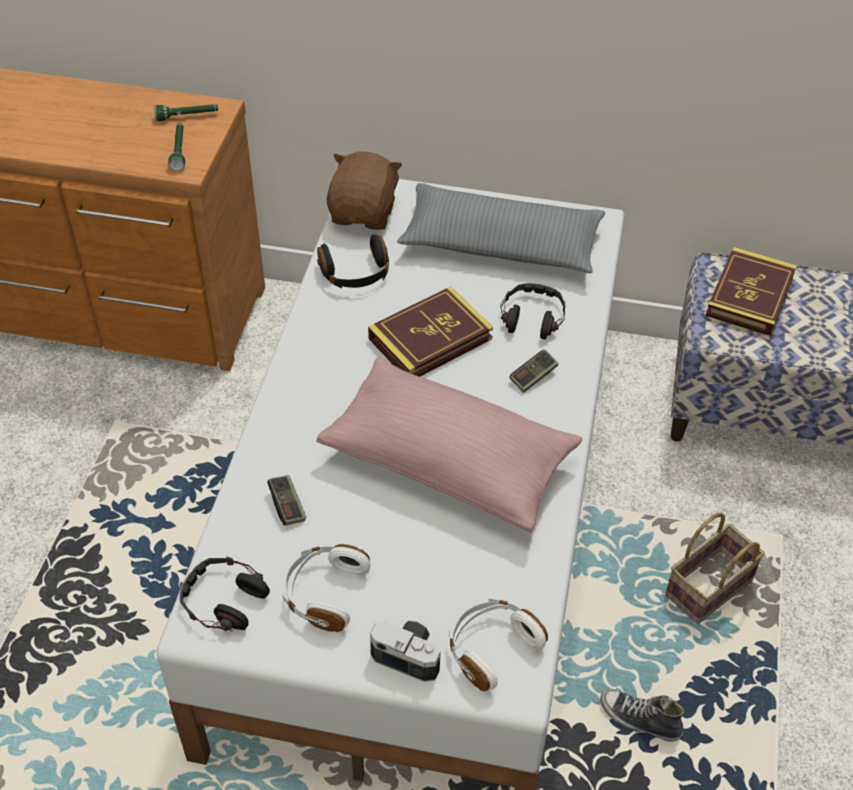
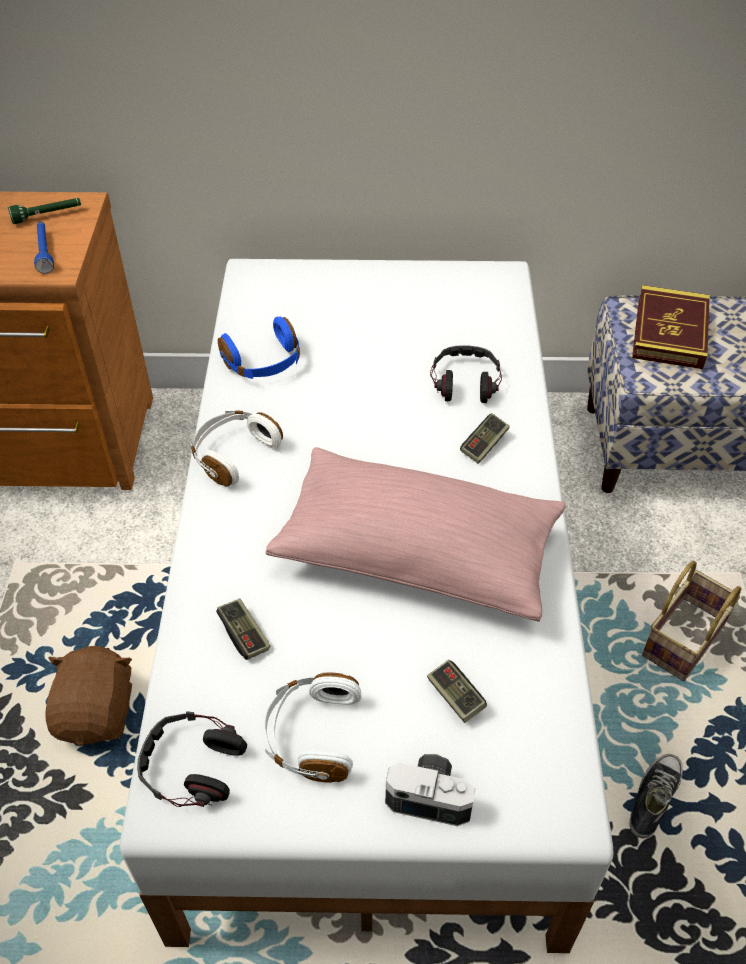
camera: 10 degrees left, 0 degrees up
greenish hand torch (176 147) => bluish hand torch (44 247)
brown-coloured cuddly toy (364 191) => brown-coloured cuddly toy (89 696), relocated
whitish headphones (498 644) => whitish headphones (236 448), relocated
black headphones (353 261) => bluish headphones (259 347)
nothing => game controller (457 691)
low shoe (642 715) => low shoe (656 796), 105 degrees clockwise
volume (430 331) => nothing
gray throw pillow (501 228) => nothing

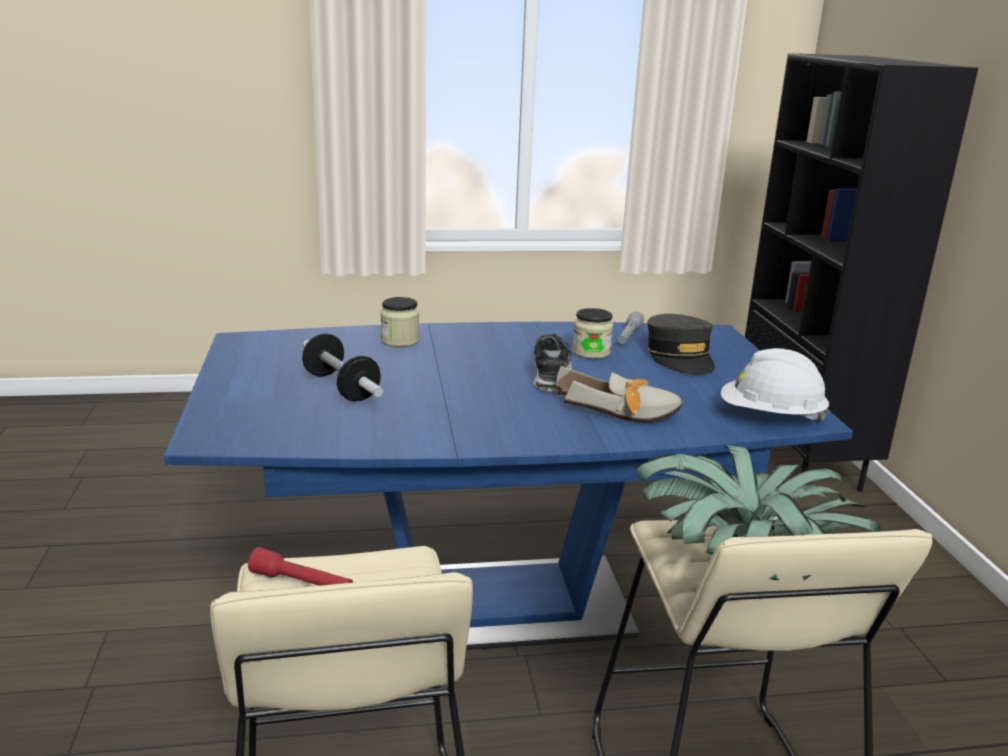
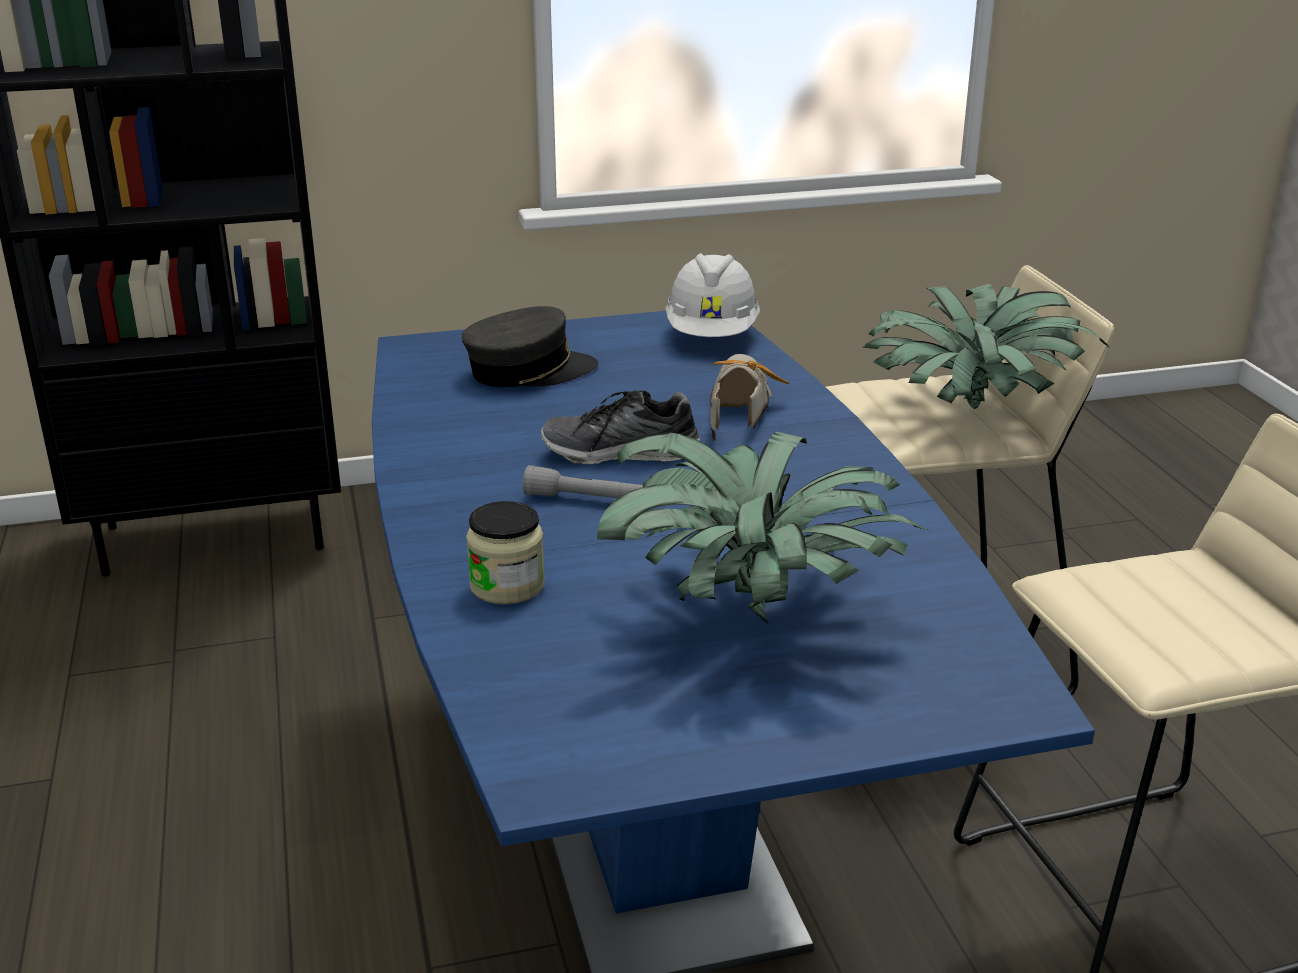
camera: 95 degrees left, 5 degrees up
gray hand torch (631 327) => gray hand torch (583 481), relocated
hand weight (342 367) => houseplant (765 527)
red hand torch (300 566) => nothing
jar (592 333) => nothing

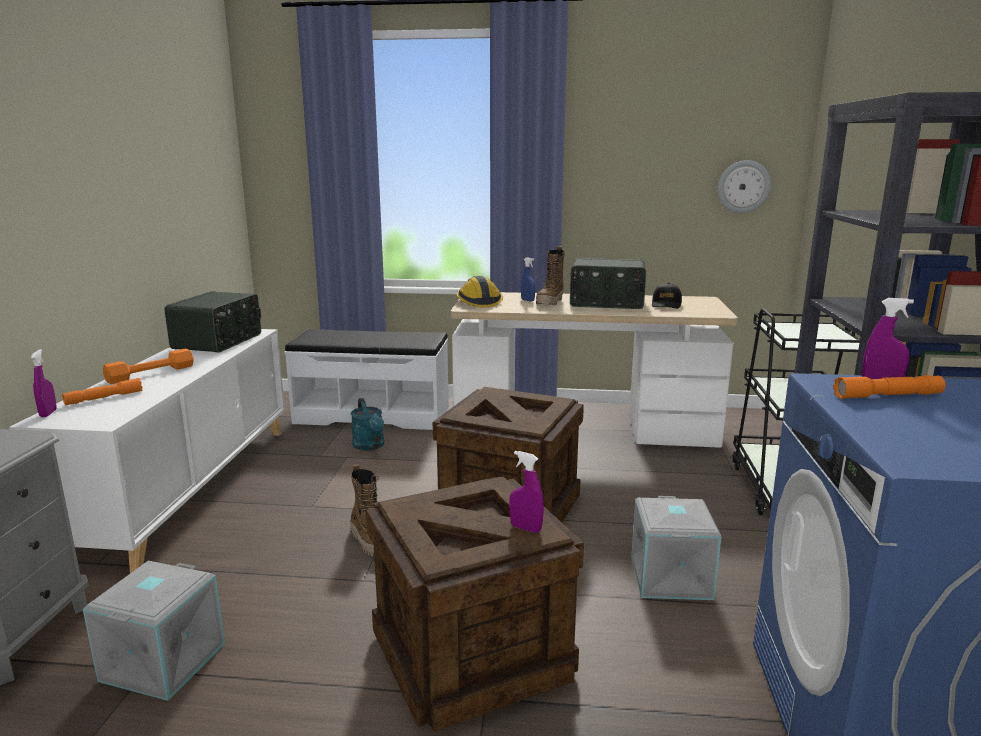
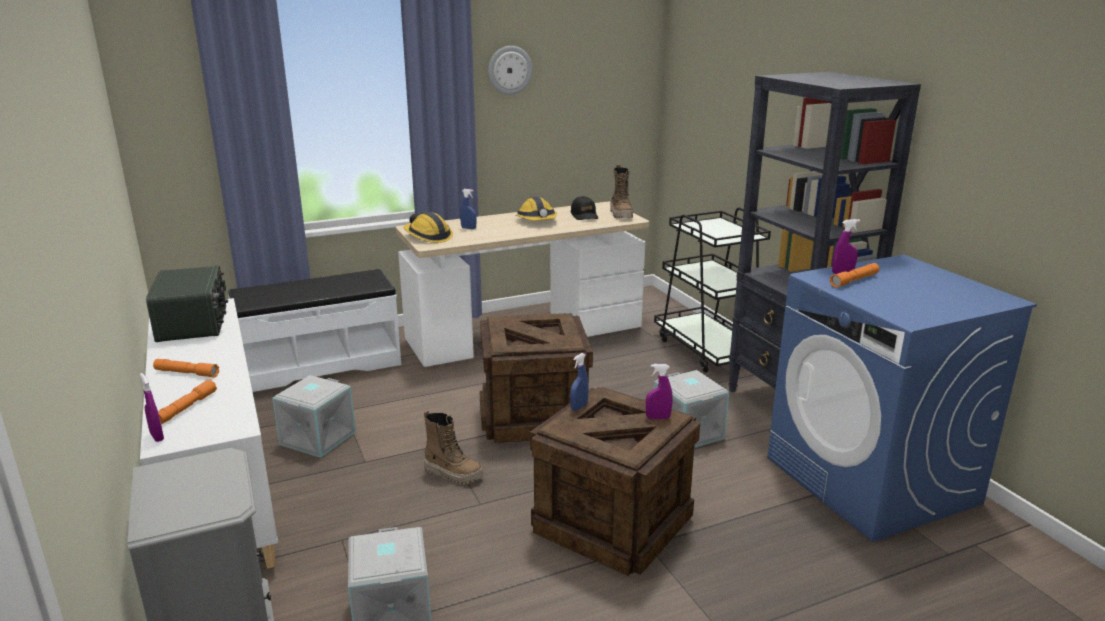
camera: 30 degrees left, 5 degrees up
orange-coloured hand weight (148 366) => orange-coloured hand torch (186 368)
nothing => gray storage box (314 416)
clock on the wall (744 186) => clock on the wall (510 70), relocated
radio receiver (608 283) => hard hat (536 209)
nothing => bluish spray bottle (579 382)
boot (550 275) => boot (621 191), relocated
turquoise-coloured watering can (367 424) => nothing

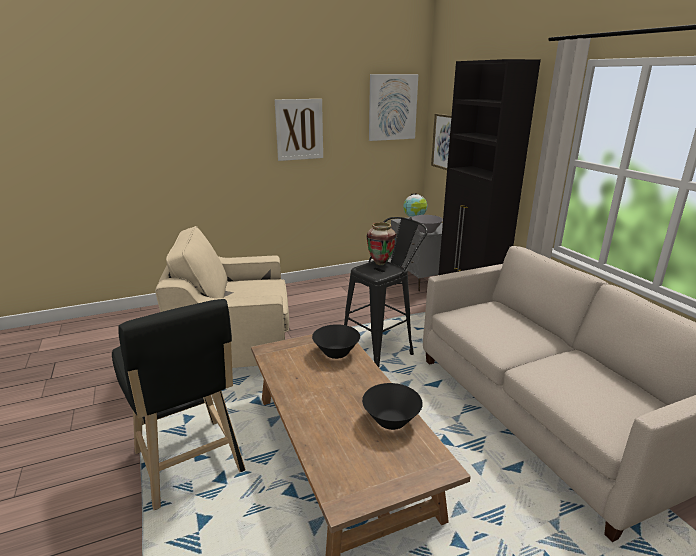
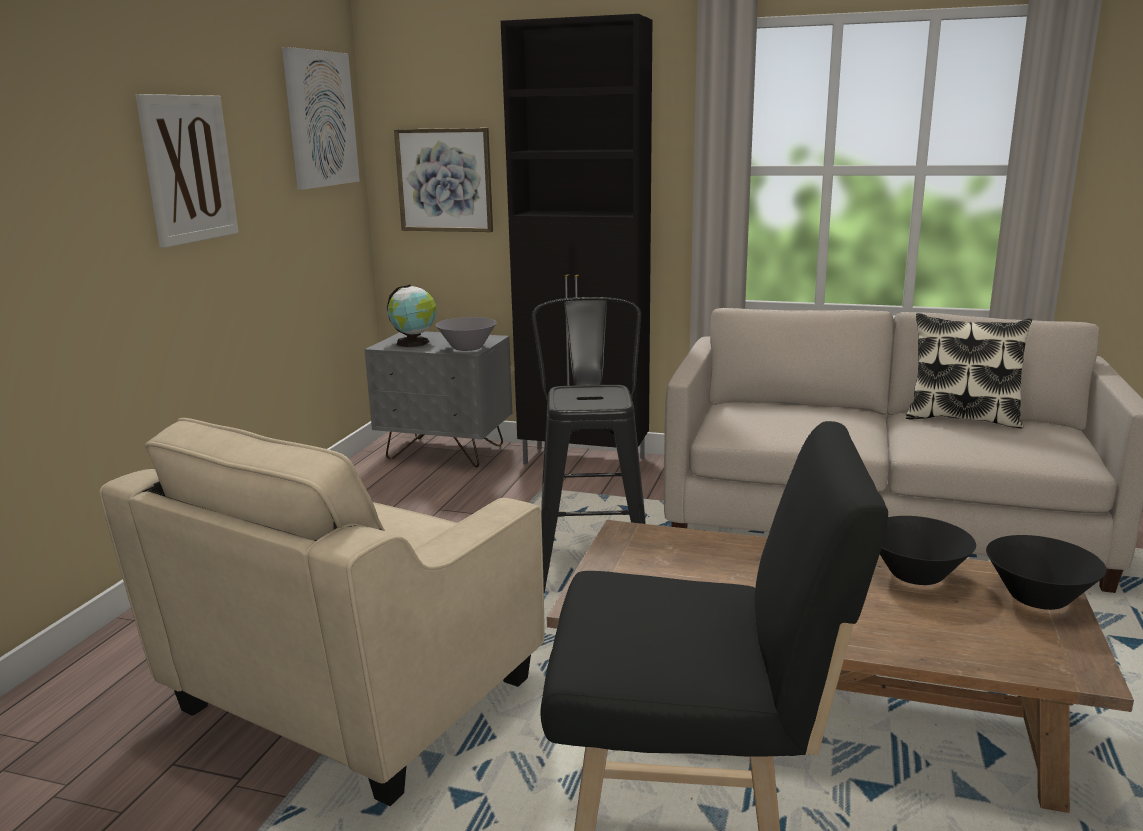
camera: 50 degrees left, 5 degrees down
nothing => throw pillow (969 371)
black deep dish (336 341) => black deep dish (1046 572), relocated
decorative vase (381 243) => nothing

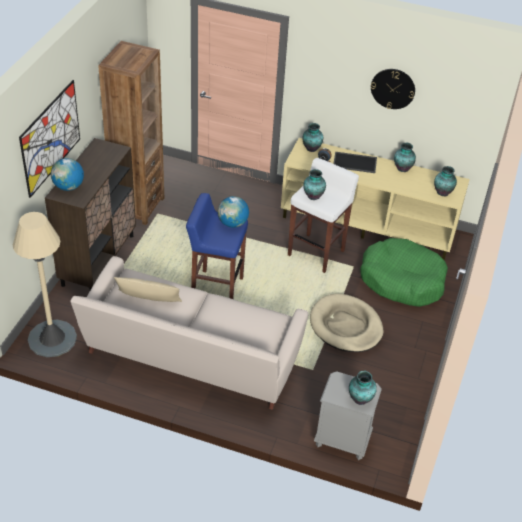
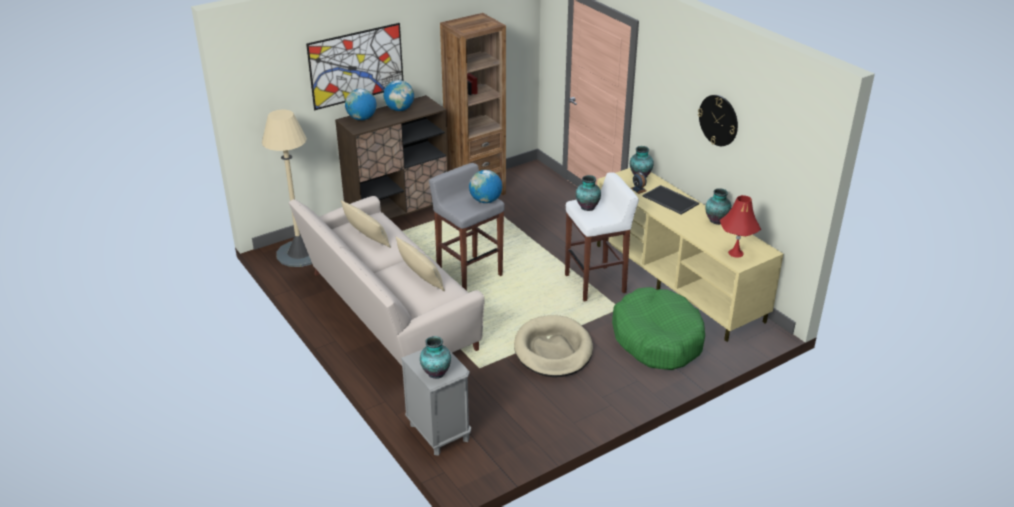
camera: 40 degrees right, 10 degrees down
nothing => world globe (398 95)
nothing => beige-coloured throw pillow (420 264)
bluish stool seat (217 246) => gray stool seat (467 227)
decorative vase (445 181) => red lamp for a table (740 226)

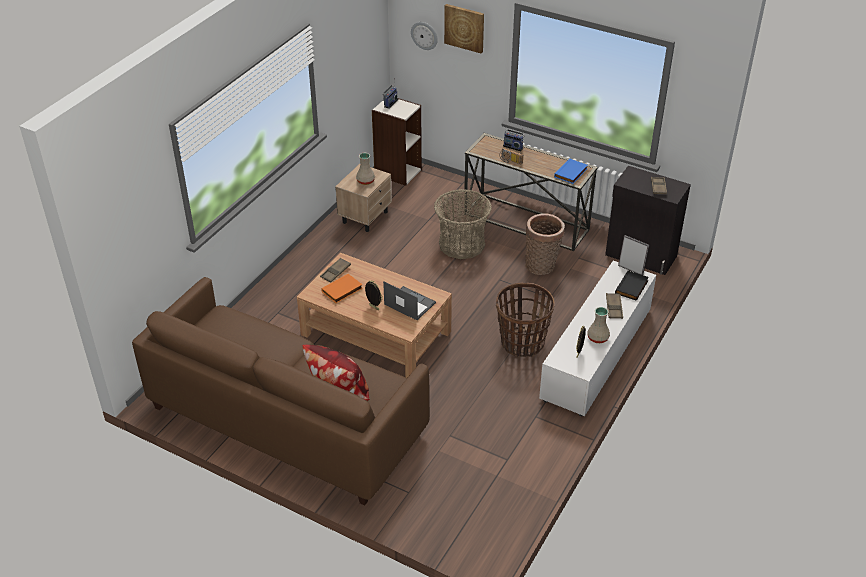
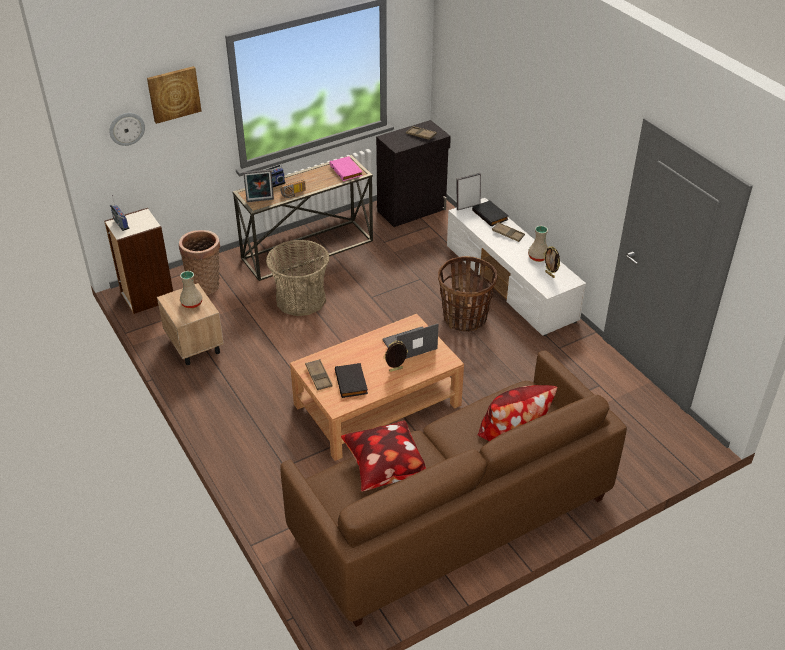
camera: 60 degrees left, 0 degrees up
storage basket (545 244) => storage basket (199 262), relocated
nothing => picture frame (258 185)
bluish volume (571 171) => pinkish volume (346 168)
orange-coloured volume (341 288) => black volume (351 380)
nothing => throw pillow (383 456)

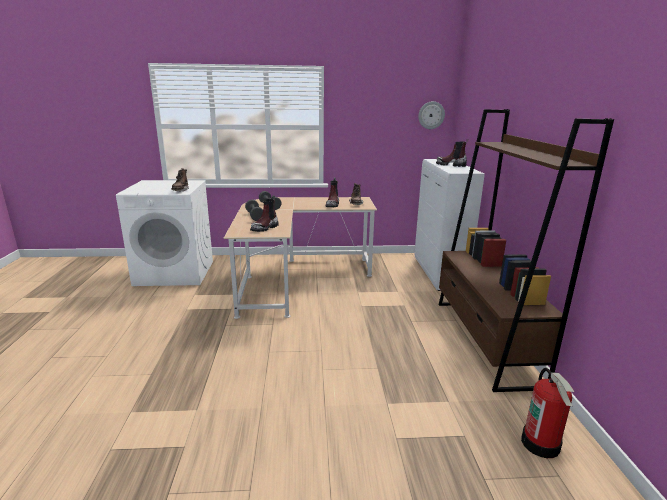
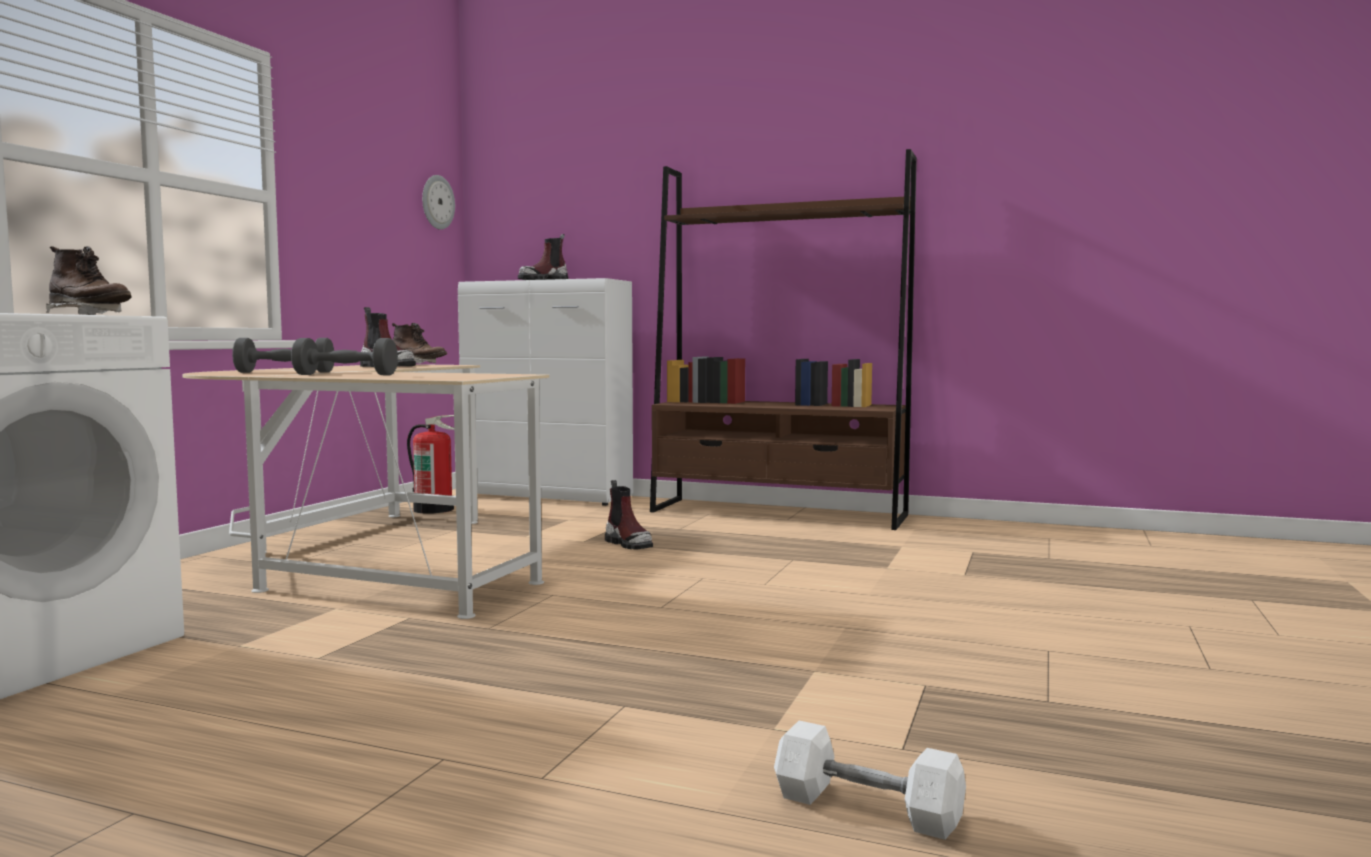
camera: 65 degrees left, 15 degrees down
fire-fighting cylinder (547 413) => fire-fighting cylinder (430 464), relocated
boot (264 213) => boot (629 514), relocated
nothing => whitish hand weight (870 780)

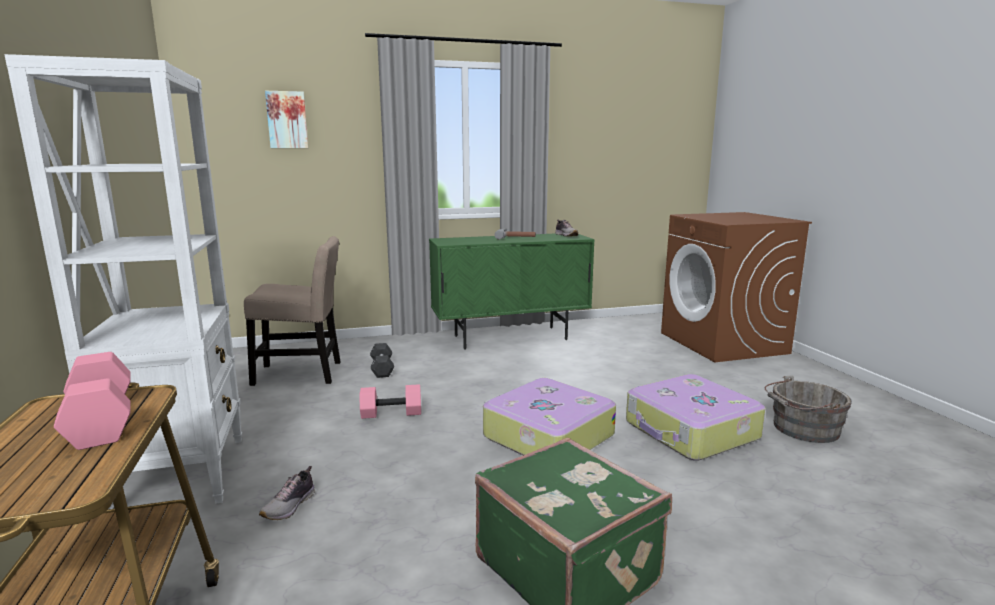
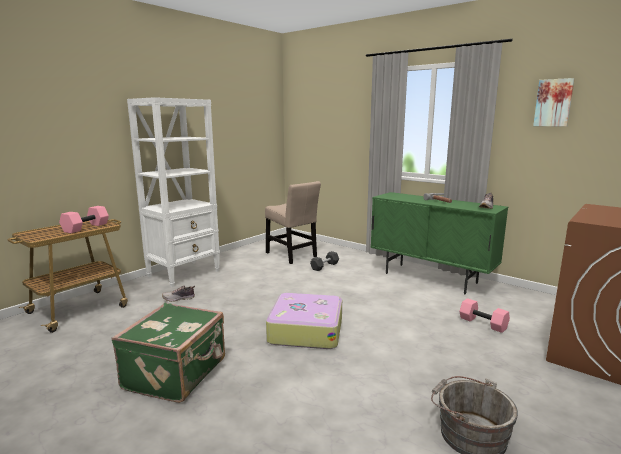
camera: 55 degrees right, 0 degrees up
pinkish hand weight (390 401) => pinkish hand weight (484 315), relocated
picture (286 119) => picture (554 102), relocated
suitcase (695 417) => nothing

